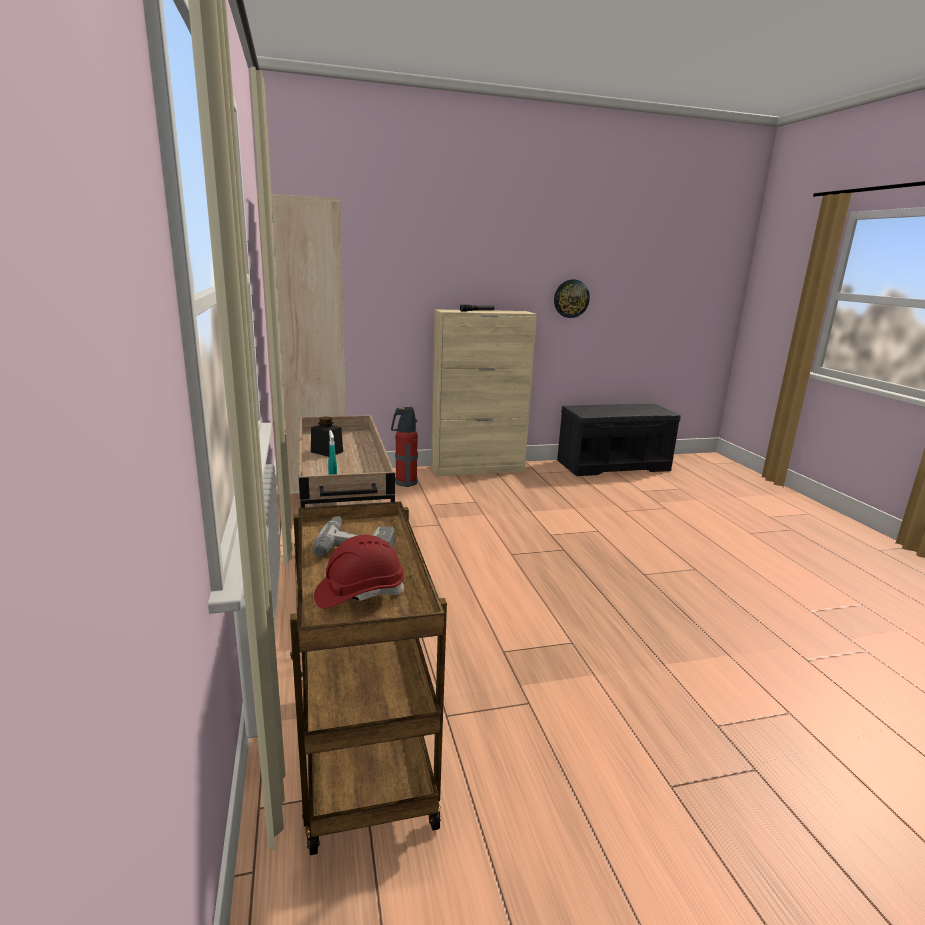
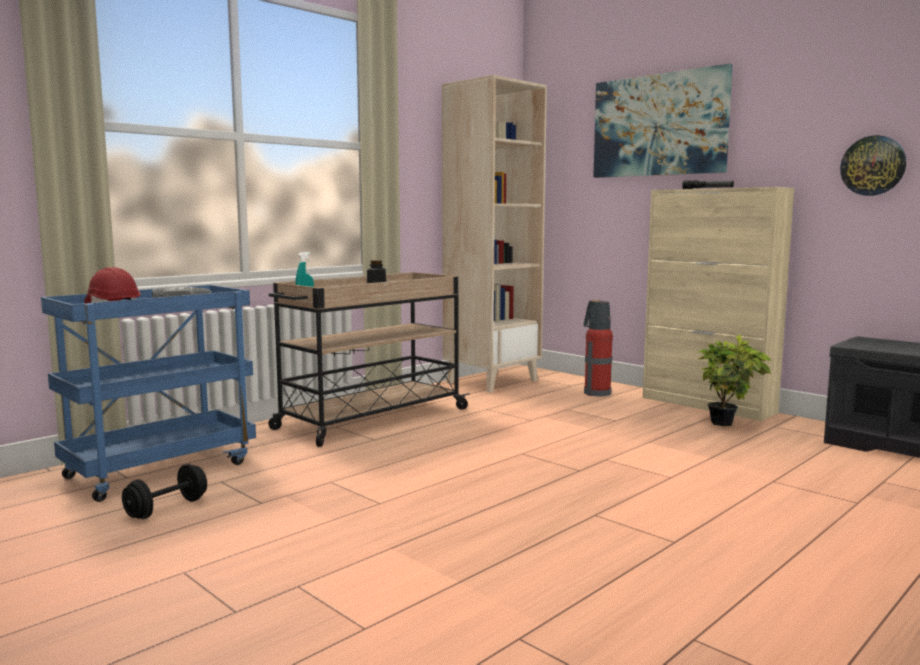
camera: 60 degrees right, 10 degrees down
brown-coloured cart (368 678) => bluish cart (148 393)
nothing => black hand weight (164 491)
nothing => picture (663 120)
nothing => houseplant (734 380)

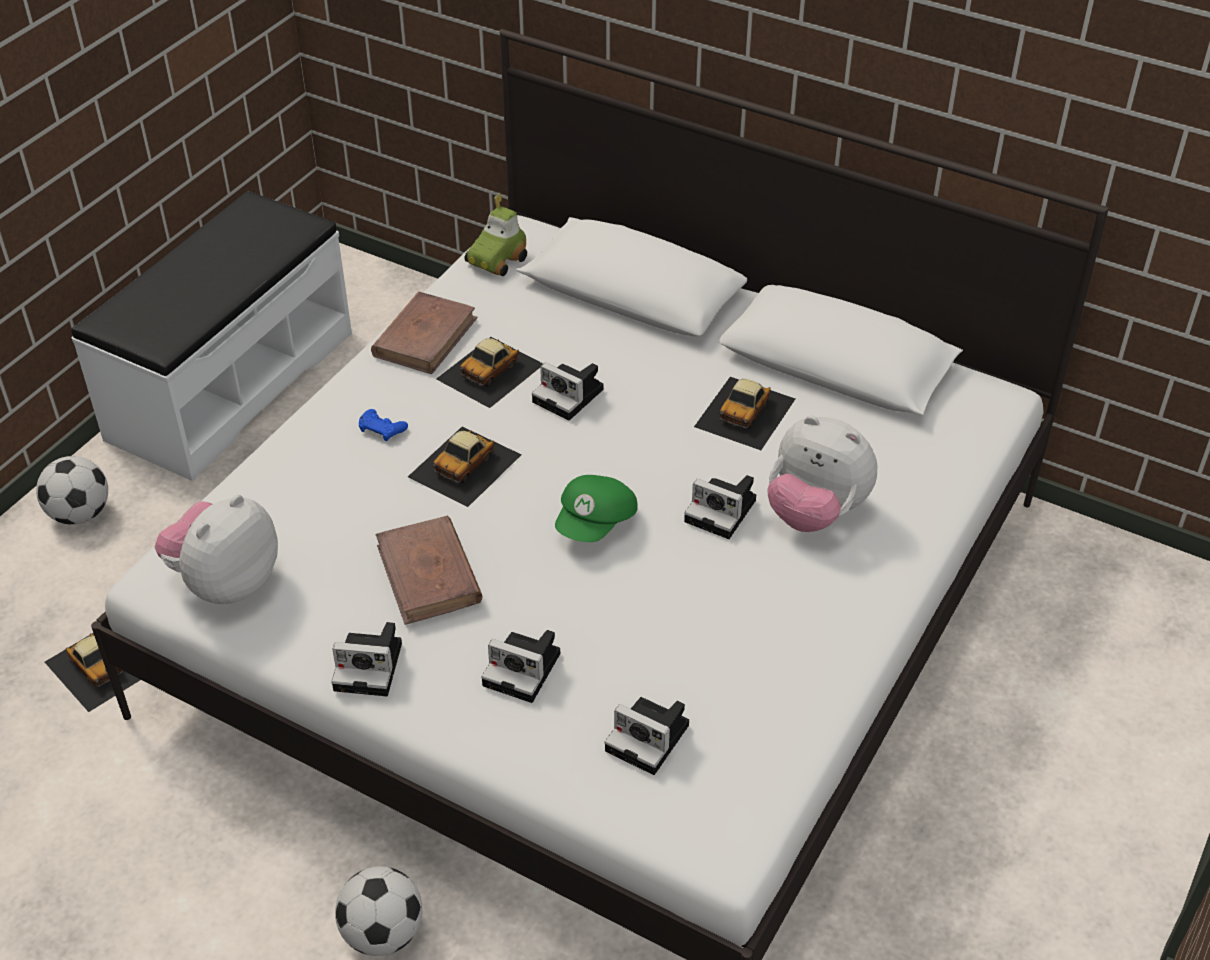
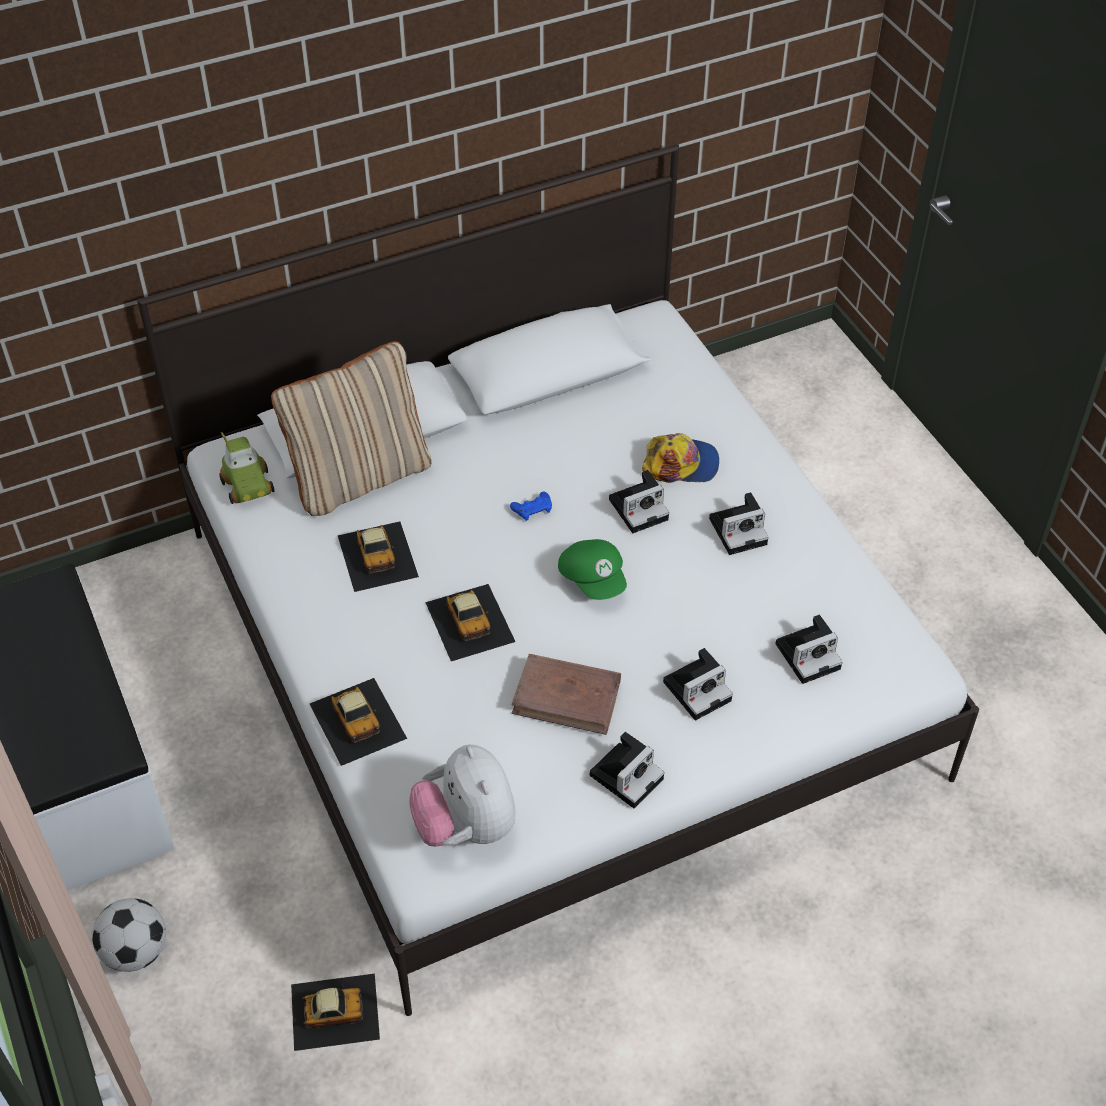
camera: 55 degrees left, 5 degrees up
nothing => beige-coloured throw pillow (351 428)
toy car (744 413) => toy car (358 722), relocated
bluish game controller (383 425) => bluish game controller (531 506), relocated
cuddly toy (822 474) => cap (680 458)
photo camera (568 391) => photo camera (739 523), relocated
football (379 911) => nothing
brown-coloured volume (424 333) => nothing

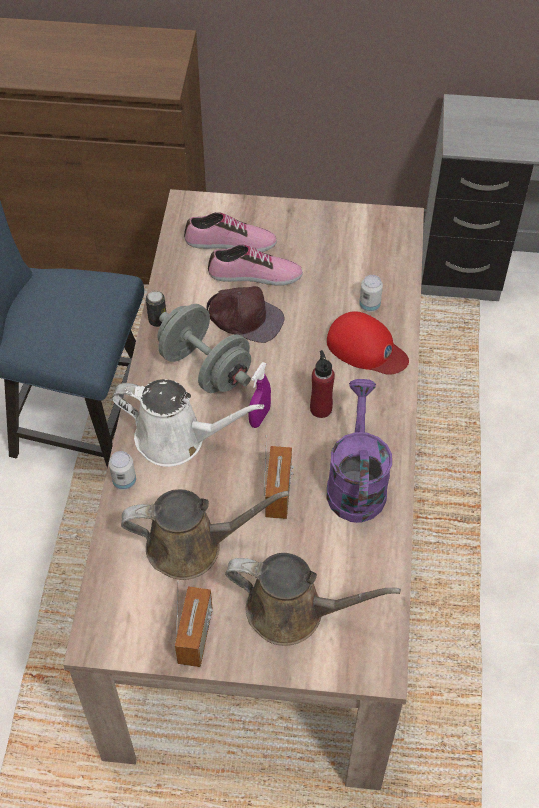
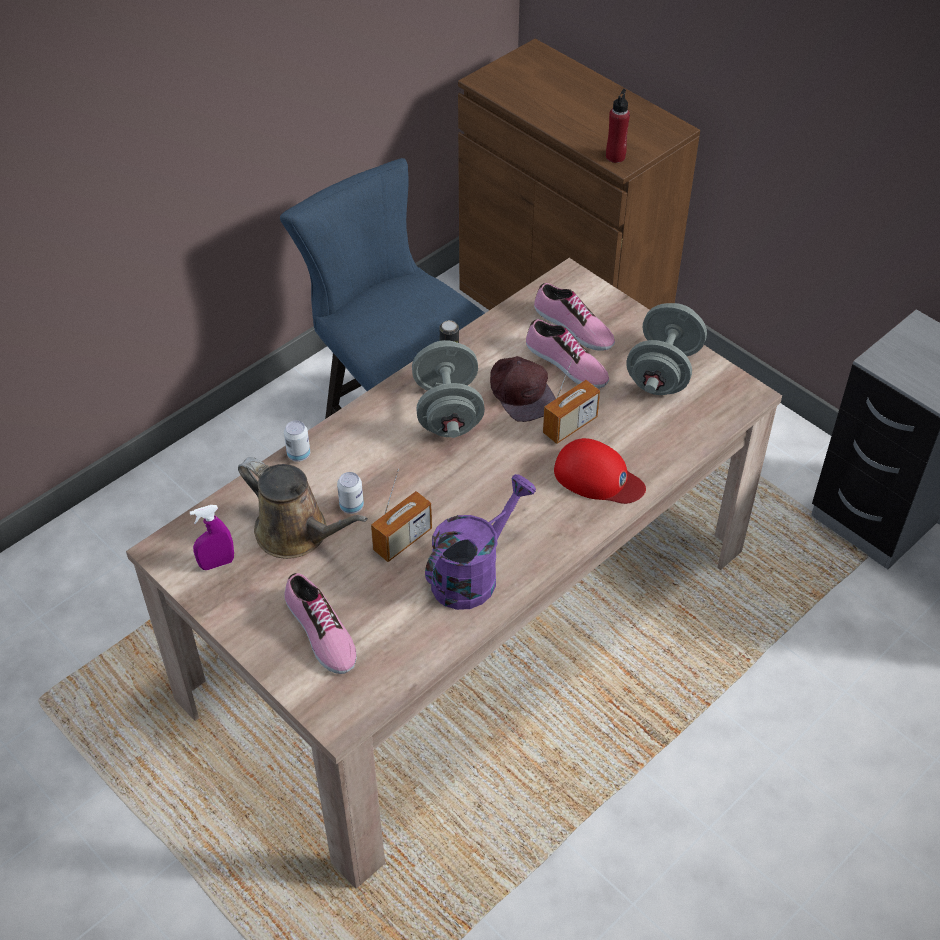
camera: 40 degrees right, 5 degrees down
purple-coloured spray bottle (259 395) => purple-coloured spray bottle (212 537), relocated
brown-coloured watering can (313 599) => low shoe (321 623)
metal can (371 293) => metal can (350 493), relocated
radio receiver (194 624) => radio receiver (571 399), relocated
red cap (368 343) => red cap (600 471), 45 degrees counterclockwise
red bottle (322 384) => red bottle (618 126), relocated
nothing => gray hand weight (666 349)
whitish watering can (188 423) => nothing

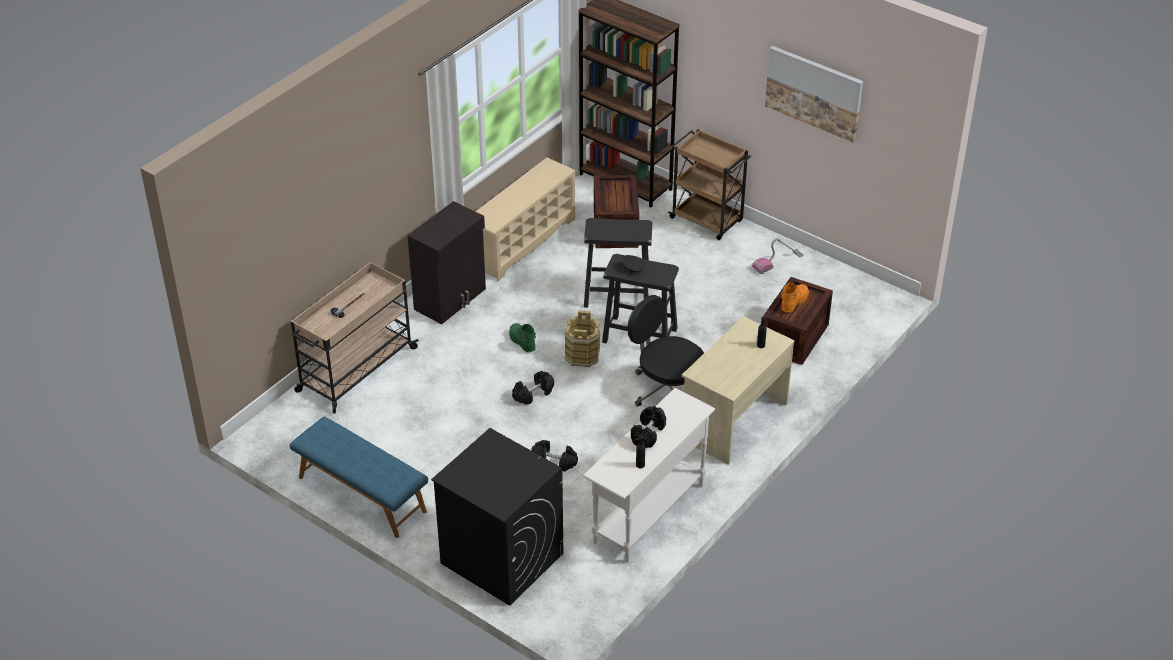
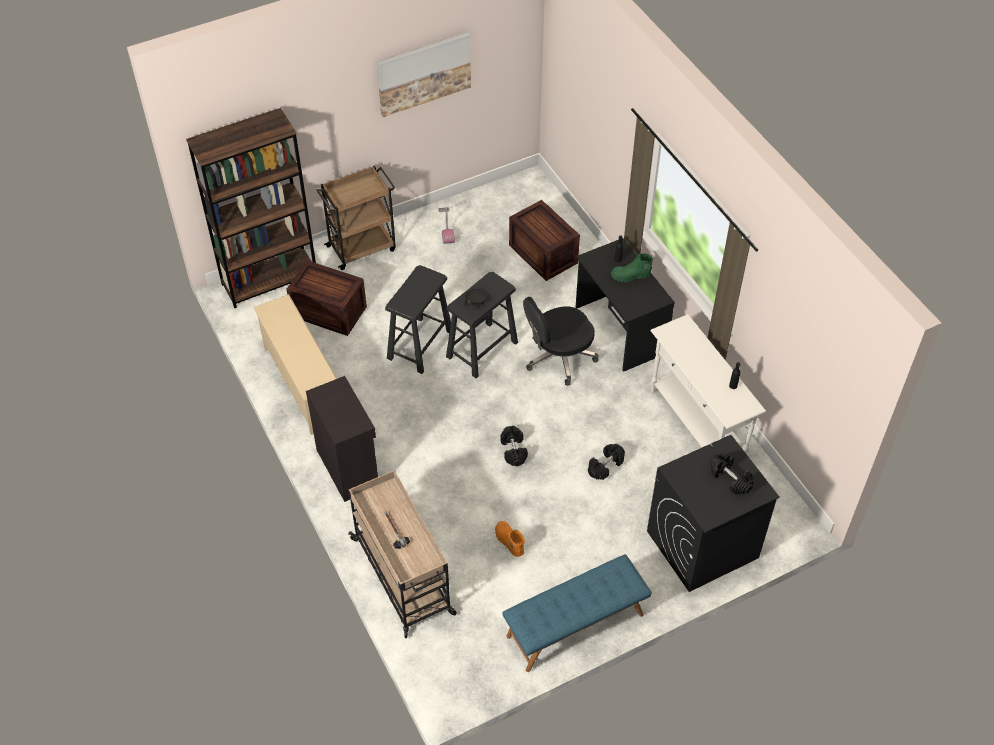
camera: 65 degrees left, 10 degrees up
orange-coloured boot (795 297) => orange-coloured boot (510 539), relocated
beige-coloured desk unit (738 390) => black desk unit (625 305)
greenish boot (522 337) => greenish boot (632 268), relocated
black hand weight (648 427) => black hand weight (732 473), relocated
brown-coloured water bucket (582 338) => nothing

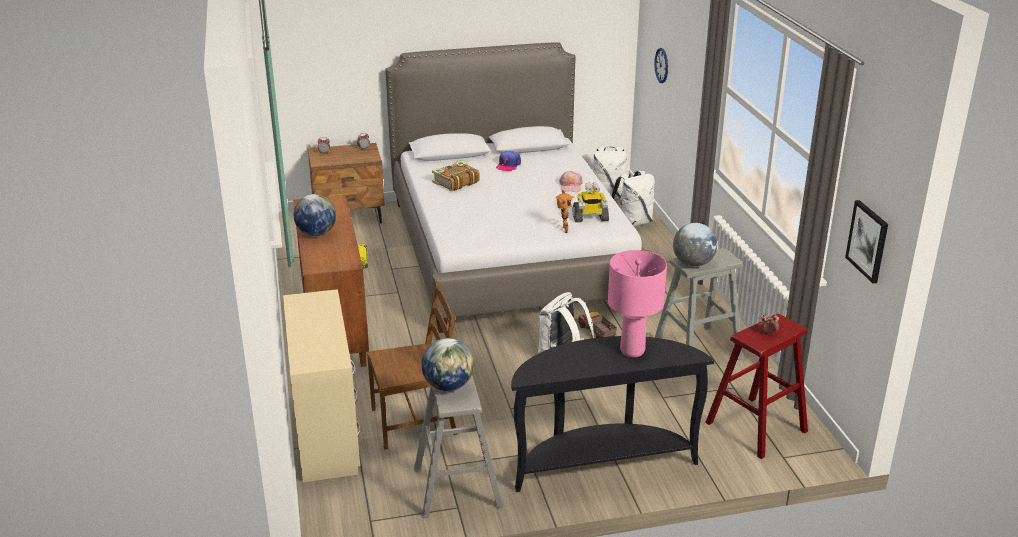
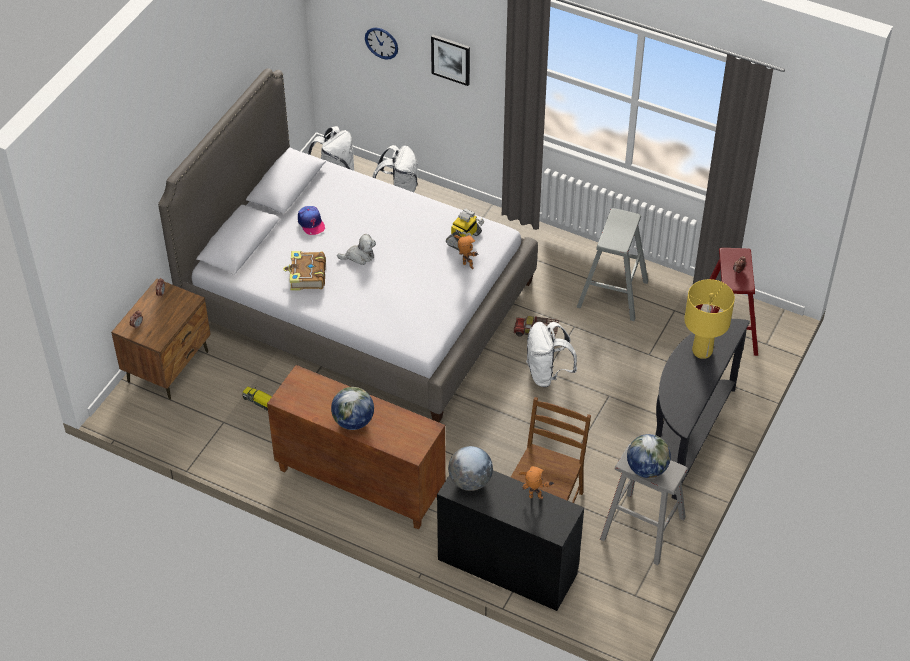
camera: 50 degrees left, 20 degrees up
nothing => cuddly toy (356 249)
picture (866 242) => picture (450 60), relocated
beige-coloured desk unit (321 385) => black desk unit (510 540)
world globe (695 245) => world globe (470 468), relocated
nothing => model robot (536 482)
pinkish lamp for a table (637 303) => yellow lamp for a table (709 319)
pinkish cap (570 181) => nothing

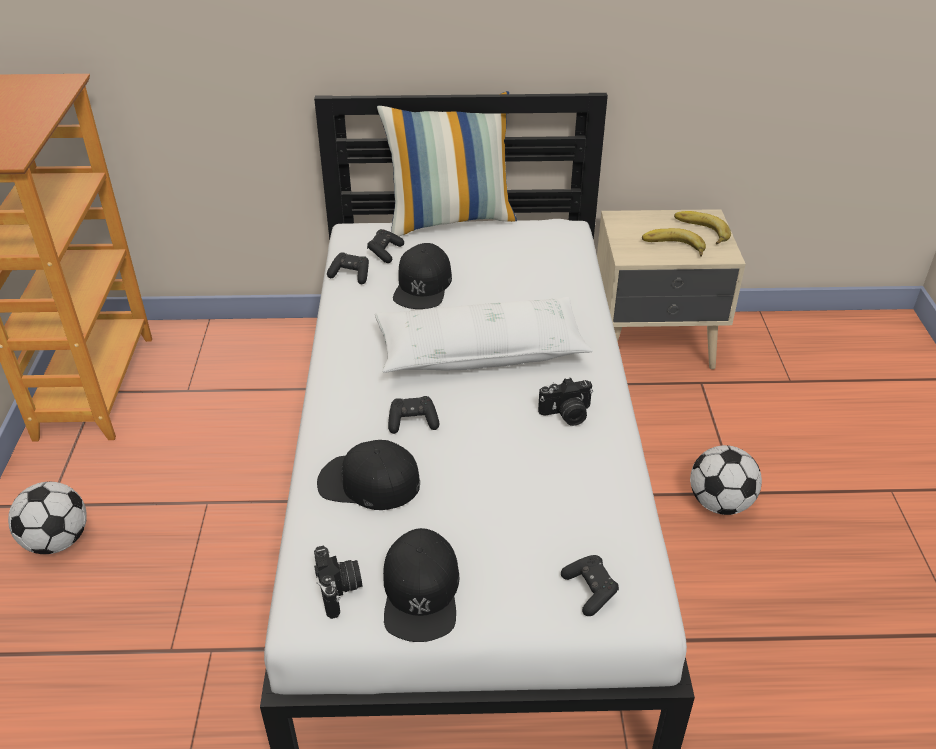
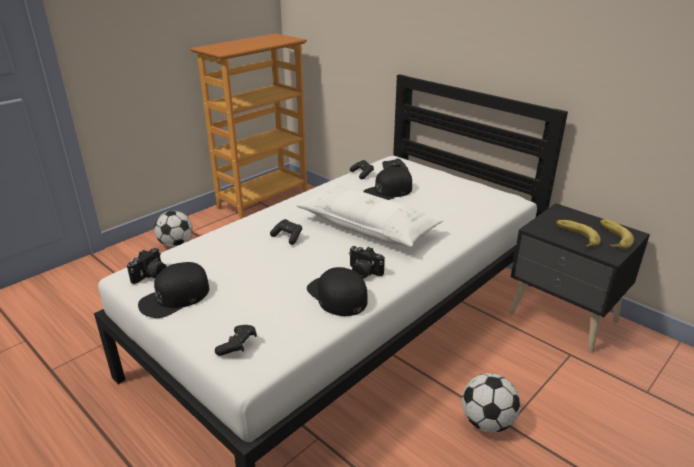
camera: 45 degrees right, 10 degrees down
black cap (368 475) => black cap (337 291), relocated
beige-coloured night table (671 289) => black night table (579 278)
throw pillow (447 163) => nothing

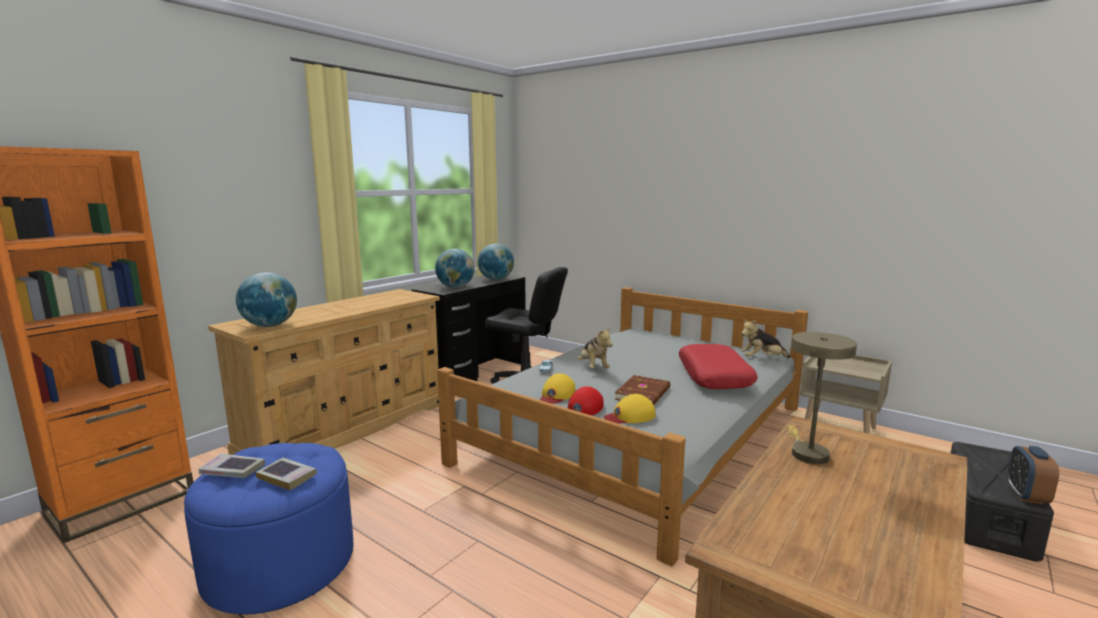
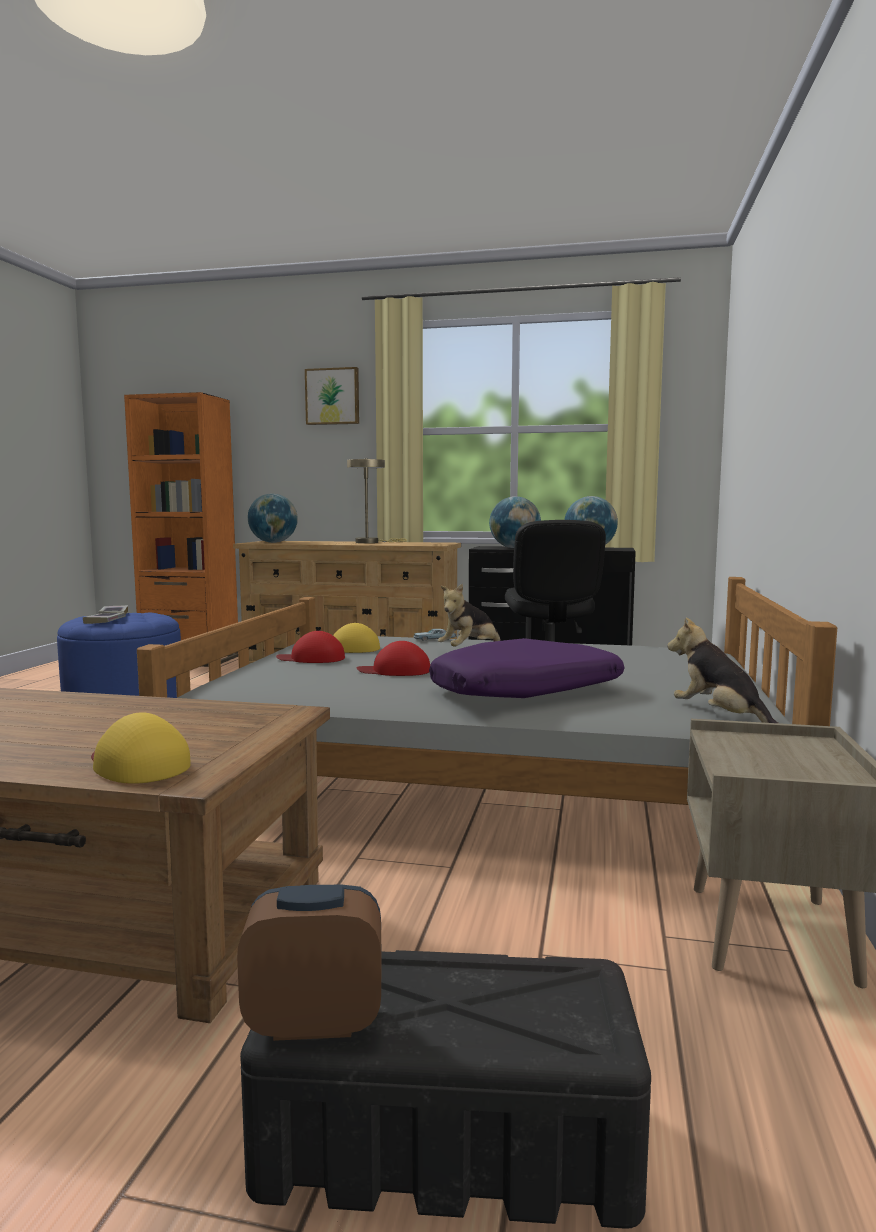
camera: 65 degrees right, 5 degrees down
yellow cap (630 409) => yellow cap (141 748), relocated
nothing => picture (332 396)
beige-coloured lamp for a table (823 398) => beige-coloured lamp for a table (377 501), relocated
brown-coloured volume (642 390) => red cap (393 658)
red throw pillow (718 366) => purple-coloured throw pillow (527 668)

